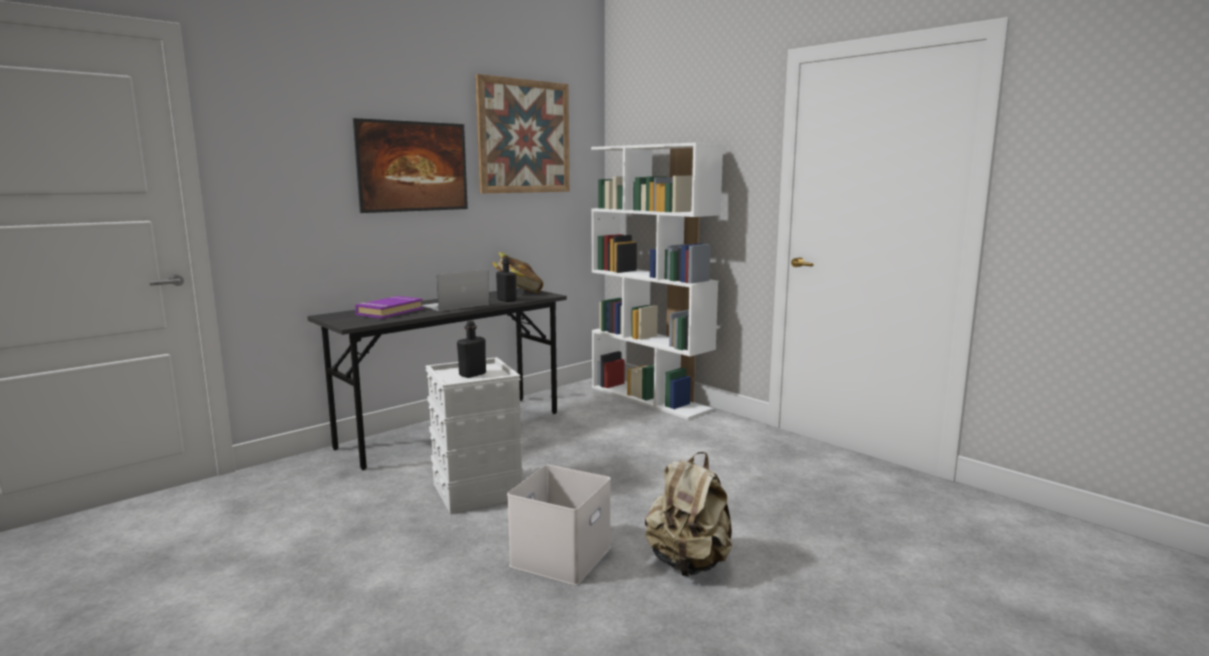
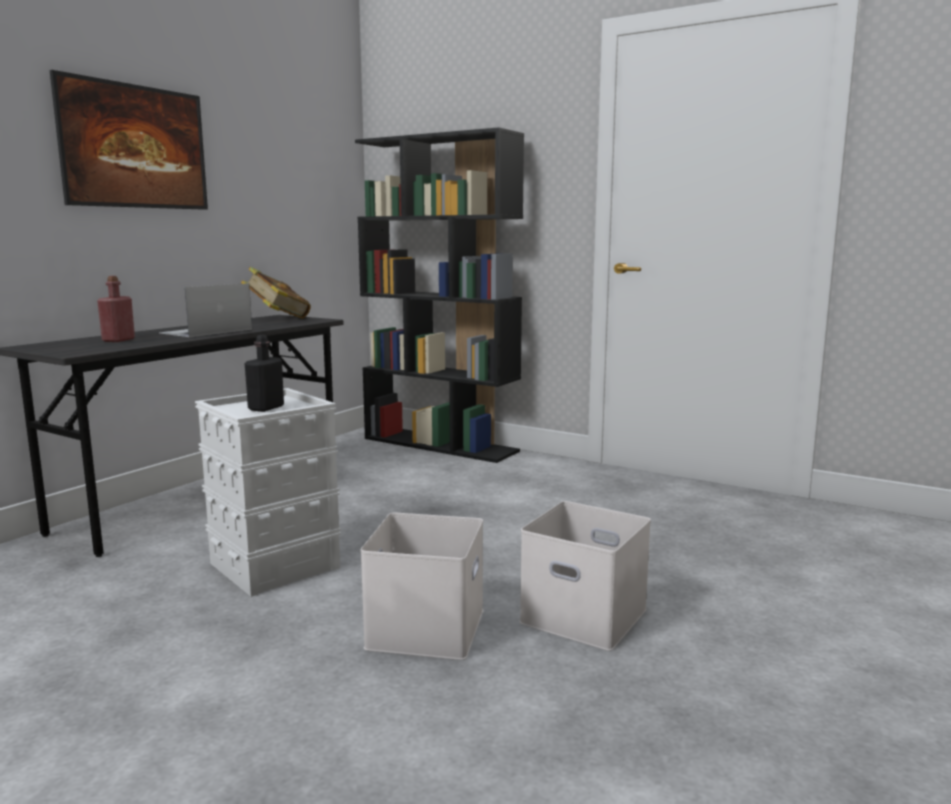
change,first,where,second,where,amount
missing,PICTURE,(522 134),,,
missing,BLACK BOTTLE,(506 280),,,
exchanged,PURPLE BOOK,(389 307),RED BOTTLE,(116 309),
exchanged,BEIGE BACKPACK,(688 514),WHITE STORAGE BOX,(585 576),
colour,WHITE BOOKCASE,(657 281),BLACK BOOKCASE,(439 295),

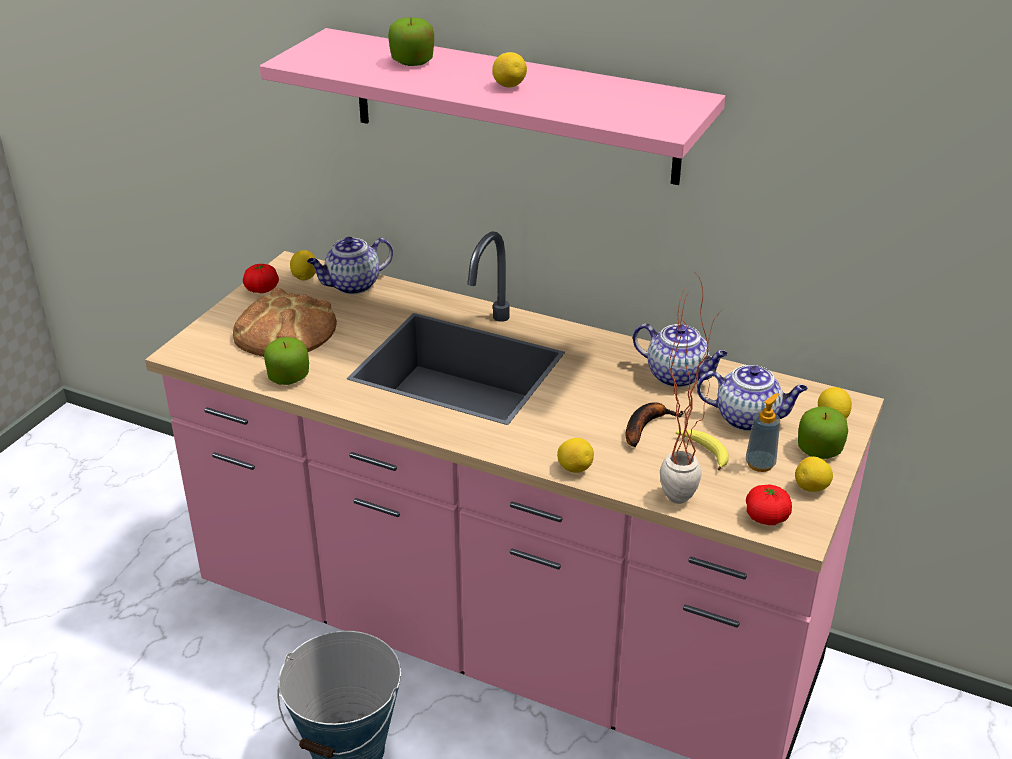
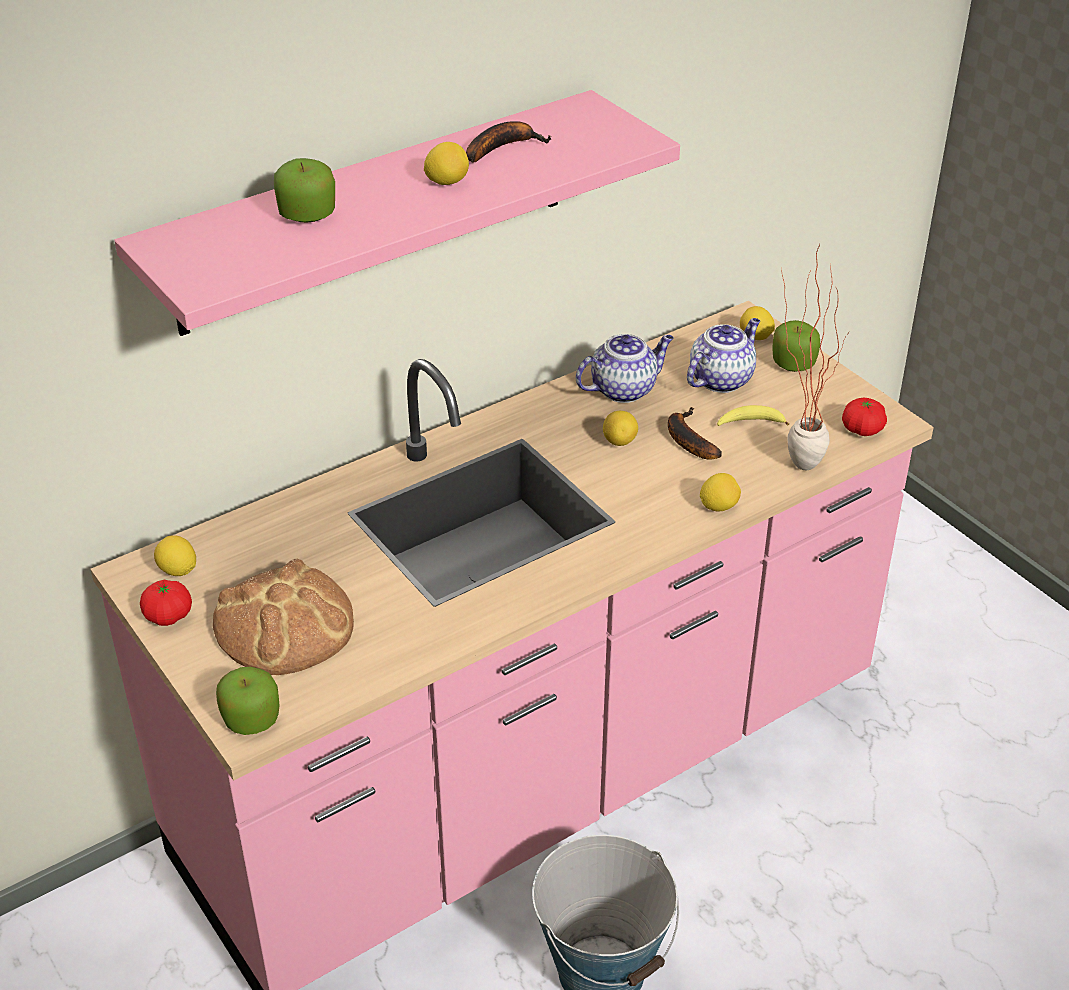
change,first,where,second,where,amount
missing,TEAPOT,(350 265),,,
missing,SOAP DISPENSER,(763 432),,,
appeared,,,BANANA,(508 142),
relocated,APPLE,(286 361),,(247 701),
relocated,LEMON,(814 474),,(620 428),

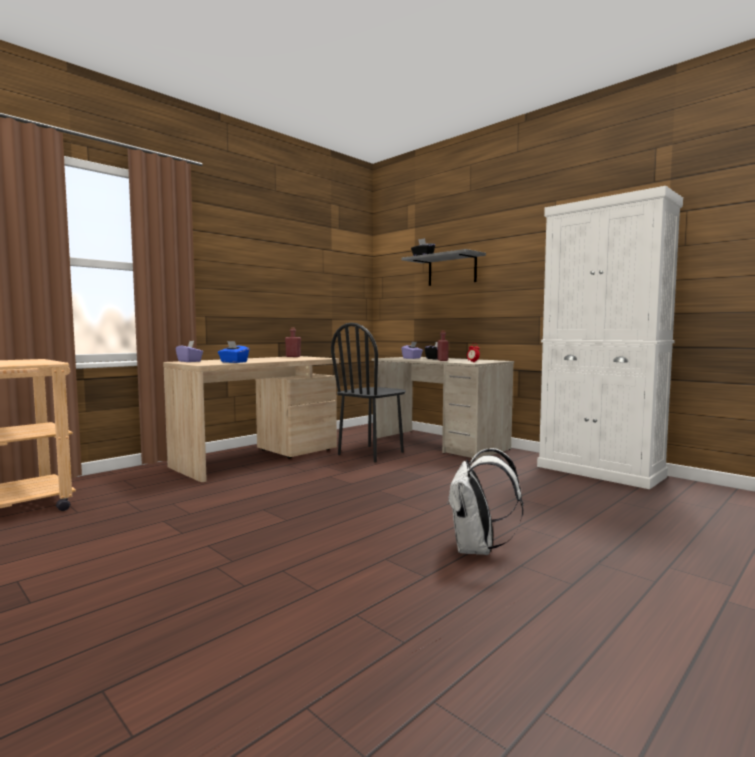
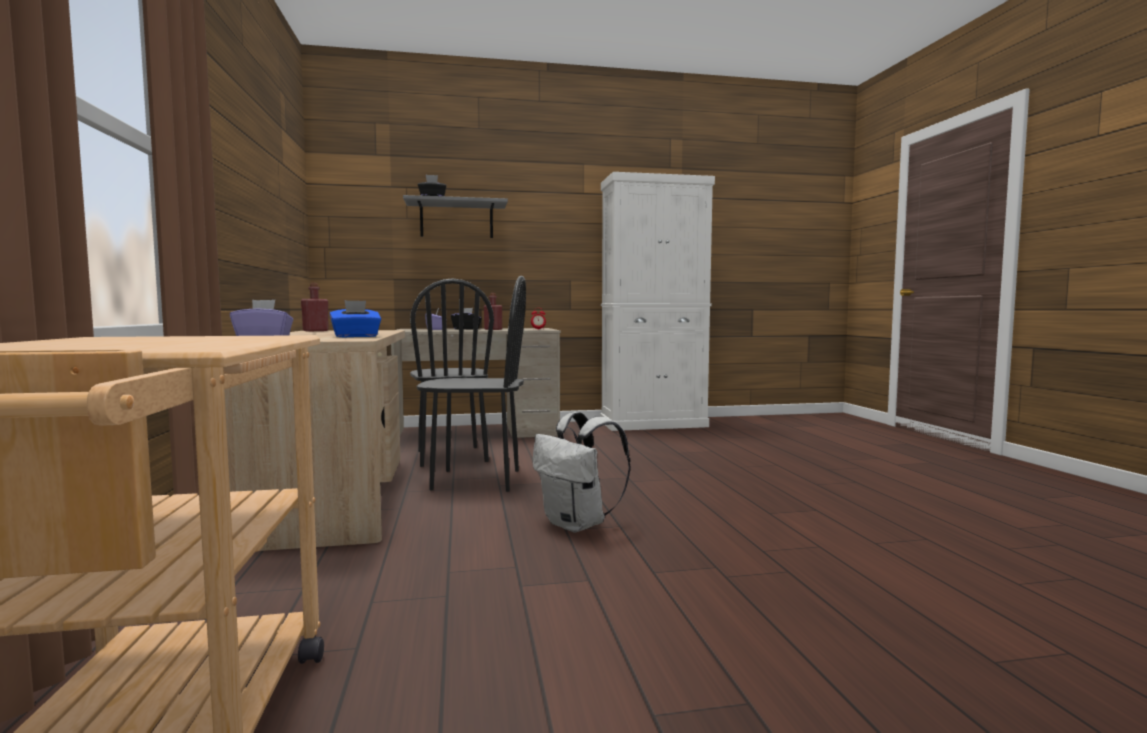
change,first,where,second,where,amount
appeared,,,BLACK CHAIR,(471 384),
relocated,WHITE BACKPACK,(485 501),,(581 472),

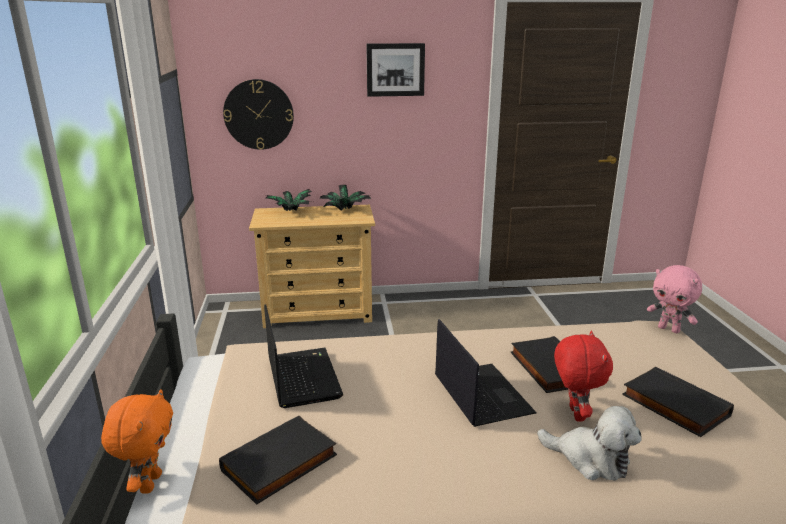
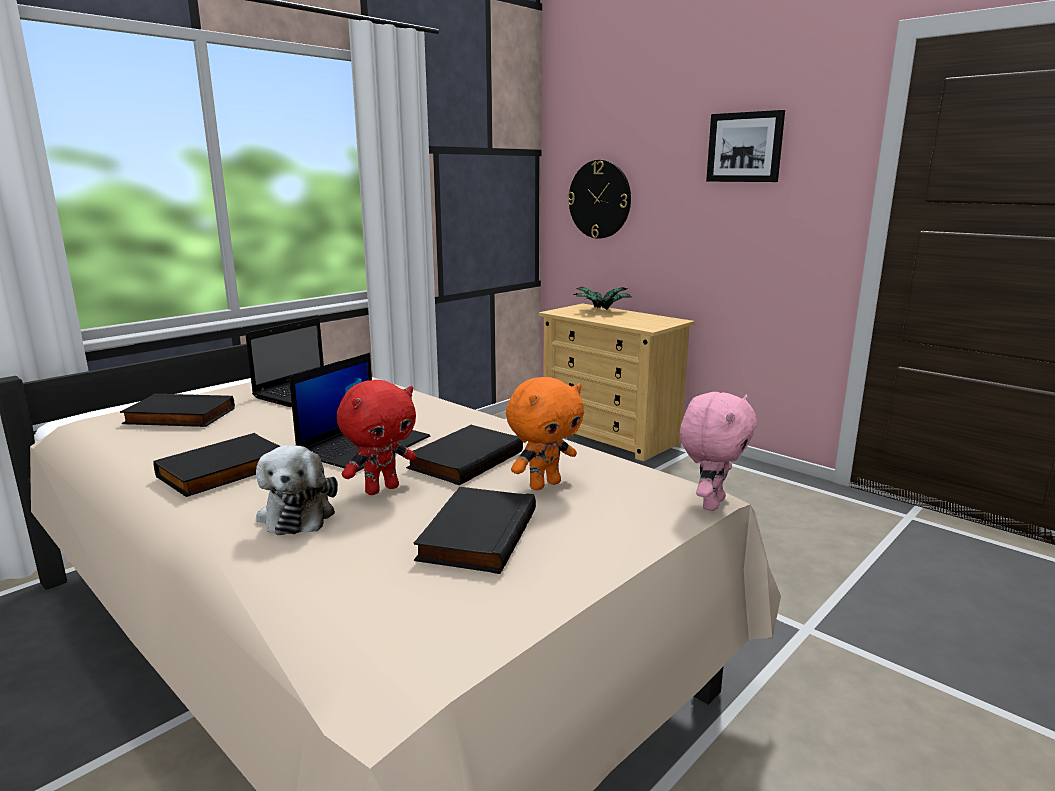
change,first,where,second,where,amount
missing,POTTED PLANT,(345 198),,,
appeared,,,BLACK BOOK,(216 465),
relocated,ORANGE PLUSH TOY,(137 441),,(545 433),
spun,PINK PLUSH TOY,(674 299),,(718 451),150 degrees counterclockwise

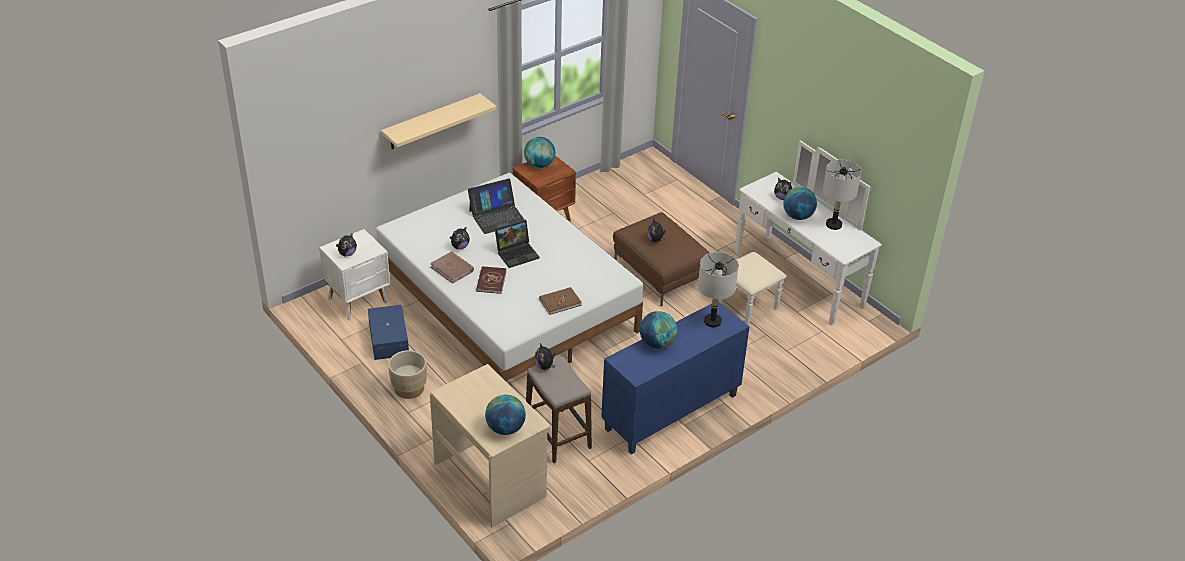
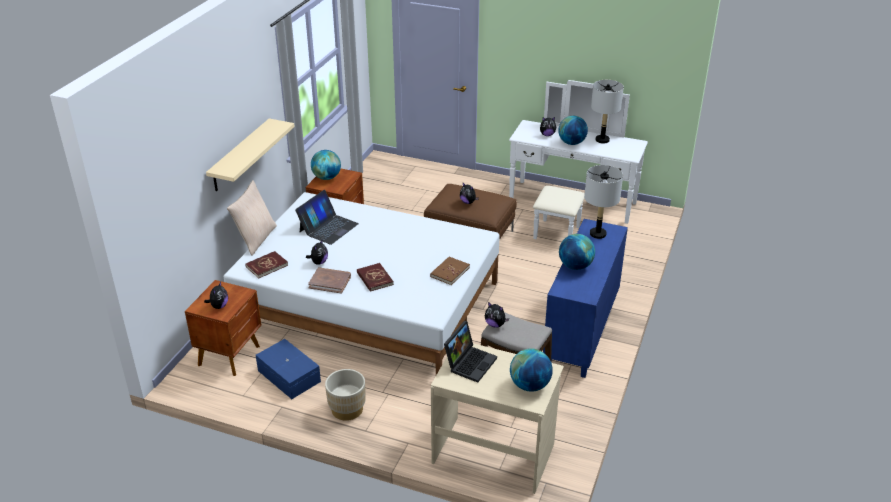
change,first,where,second,where,amount
appeared,,,BEIGE PILLOW,(252 218),
appeared,,,RED BOOK,(266 264),
relocated,LAPTOP,(517 244),,(470 352),
colour,WHITE NIGHTSTAND,(354 274),BROWN NIGHTSTAND,(223 328),

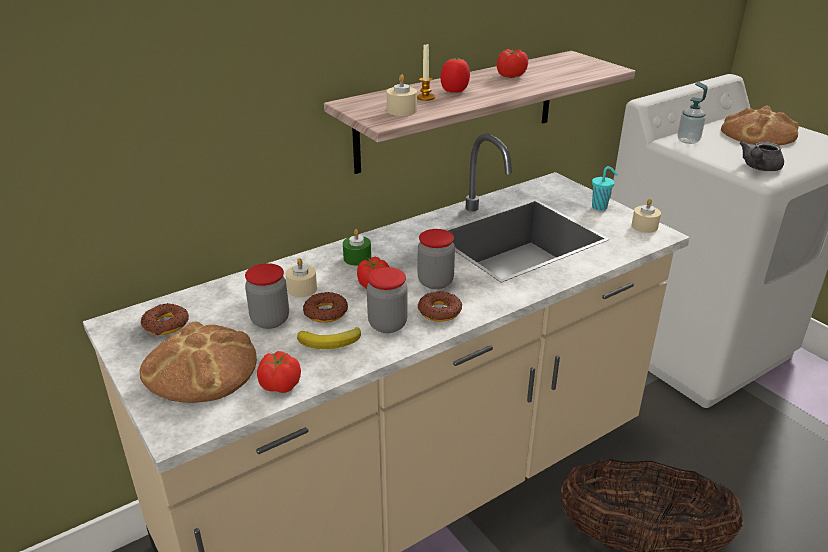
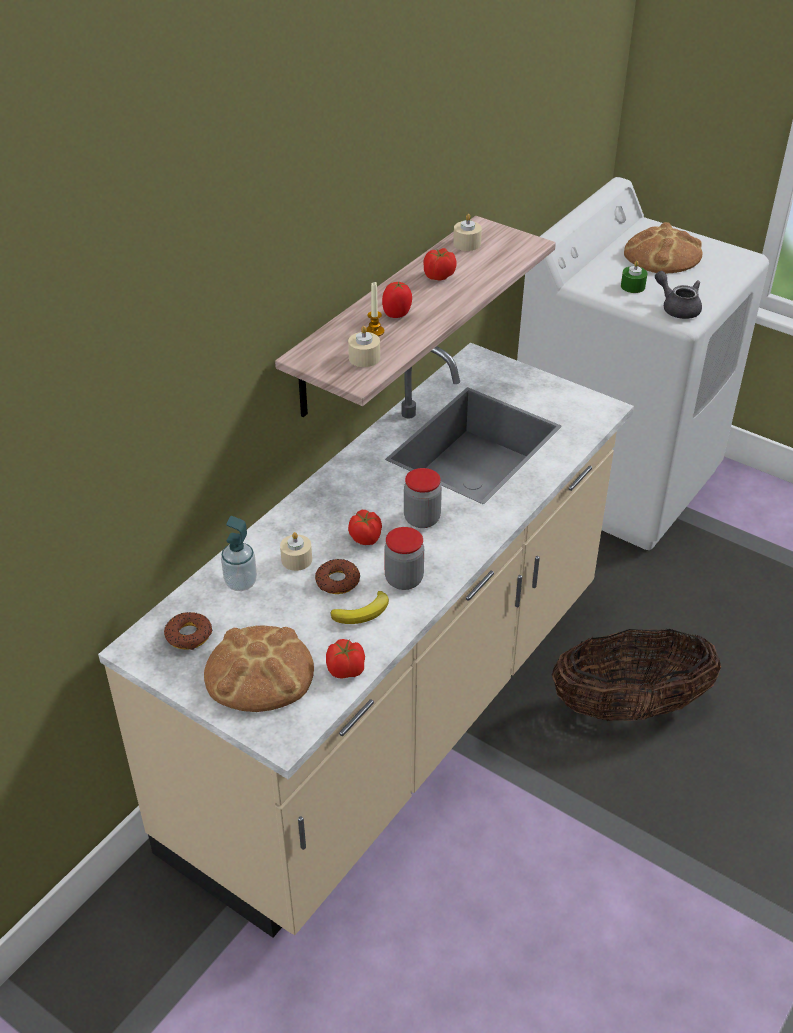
change,first,where,second,where,amount
missing,JAR,(267 296),,,
missing,DONUT,(440 306),,,
missing,TURQUOISE CUP,(605 188),,,
relocated,GREEN CANDLE,(357 247),,(634 277),
relocated,BEIGE CANDLE,(646 216),,(467 232),
relocated,SOAP DISPENSER,(692 112),,(239 553),
spun,GREY TEAPOT,(762 156),,(678 295),120 degrees clockwise

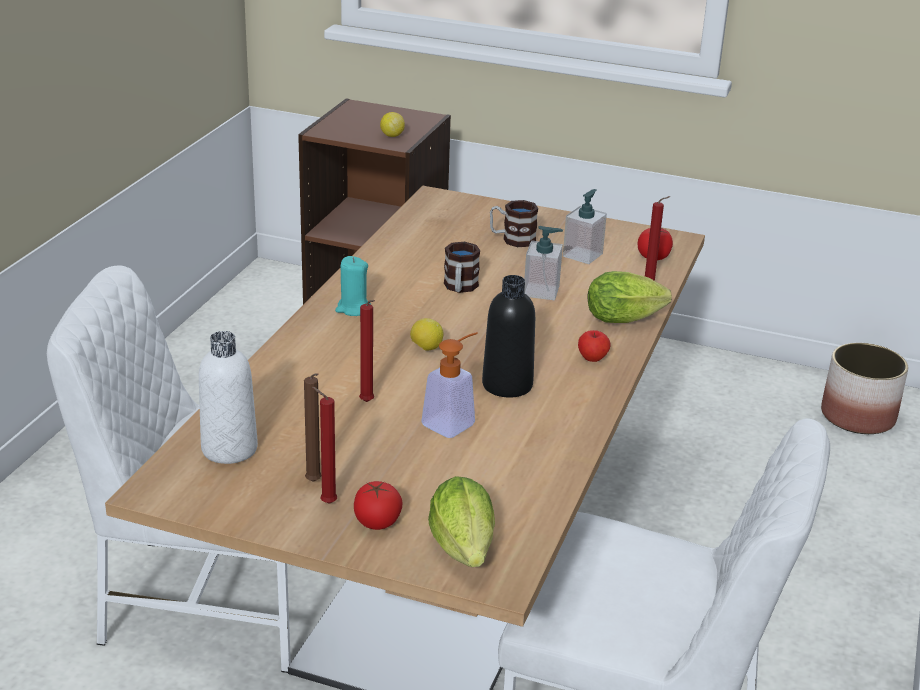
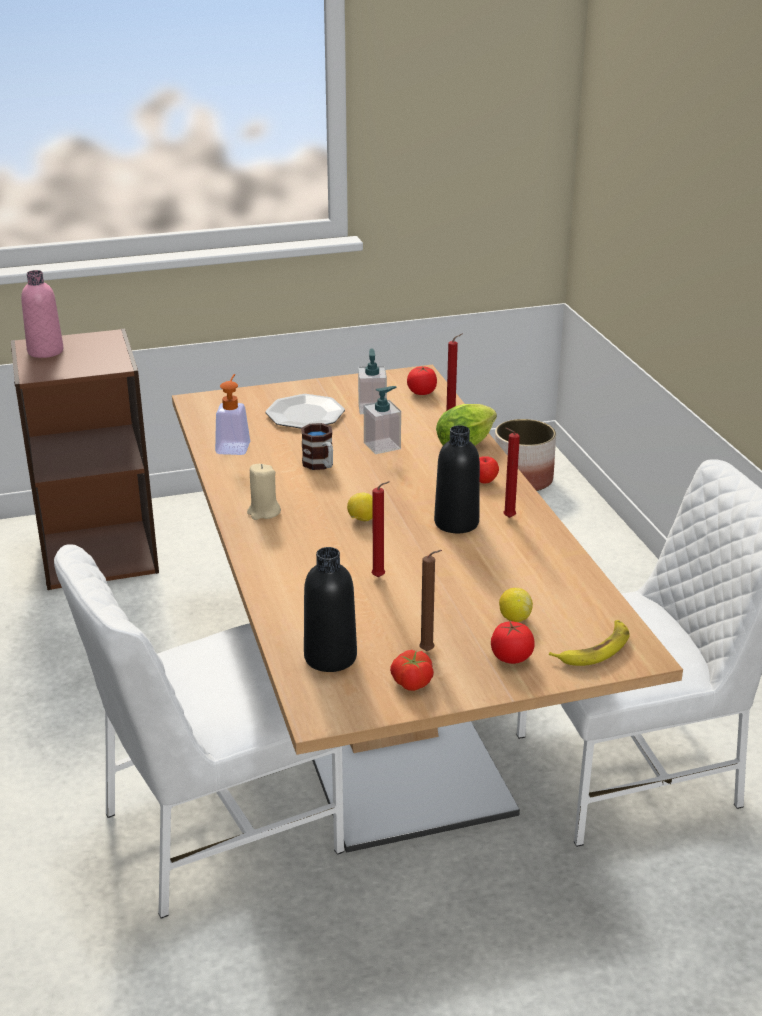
change,first,where,second,where,amount
appeared,,,PINK BOTTLE,(42 314),
appeared,,,TOMATO,(412 670),
relocated,RED CANDLE,(324 445),,(511 473),
relocated,LEMON,(392 124),,(516 605),
relocated,SOAP DISPENSER,(449 385),,(232 414),
exchanged,LETTUCE,(461 521),BANANA,(589 643),
exchanged,MUG,(514 223),PLATE,(305 411),
colour,WHITE BOTTLE,(228 397),BLACK BOTTLE,(330 609),
colour,TURQUOISE CANDLE,(353 286),BEIGE CANDLE,(264 492),

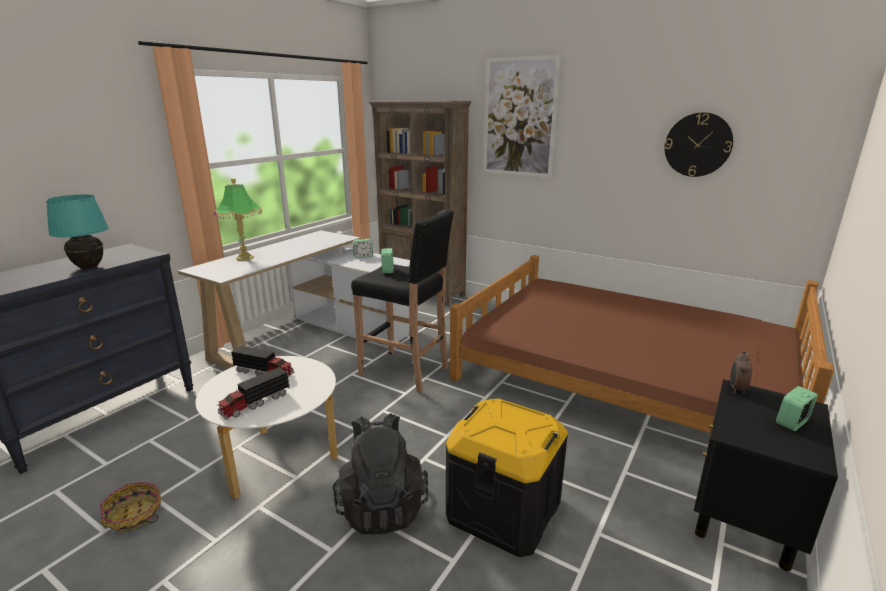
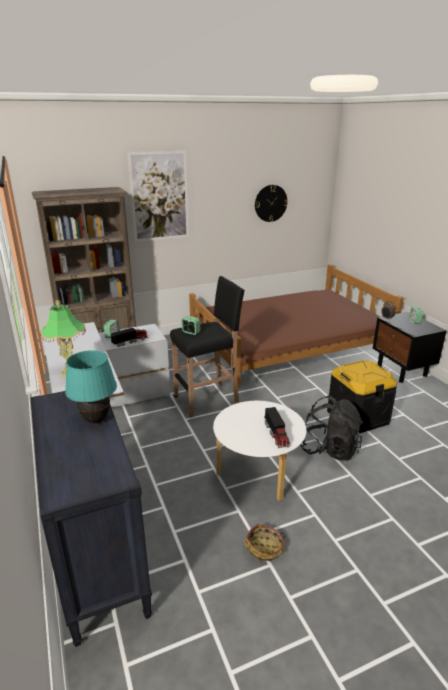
change,first,where,second,where,amount
relocated,TOY TRUCK,(262 361),,(129 337),

